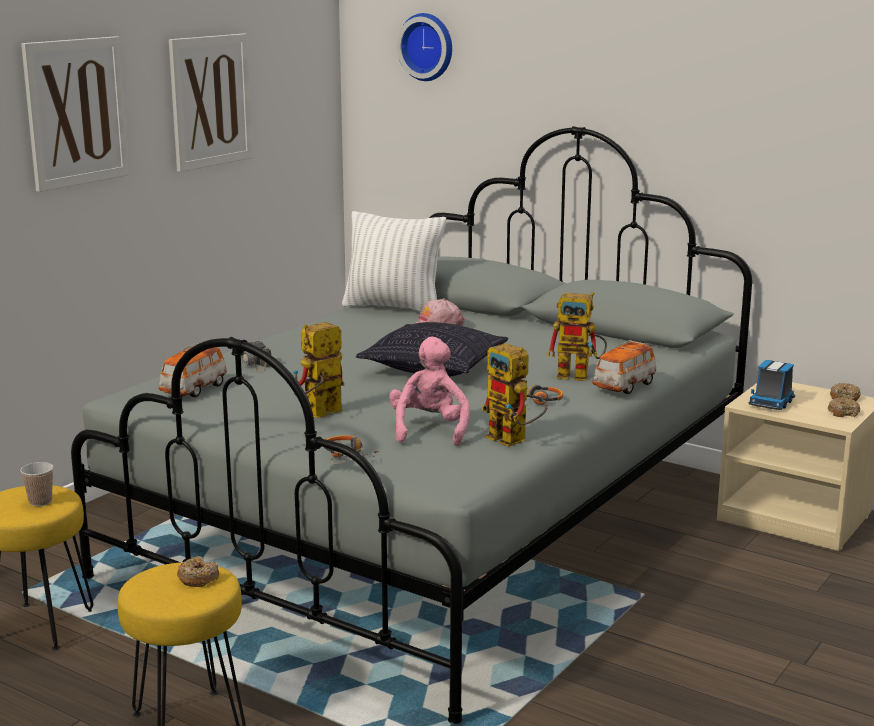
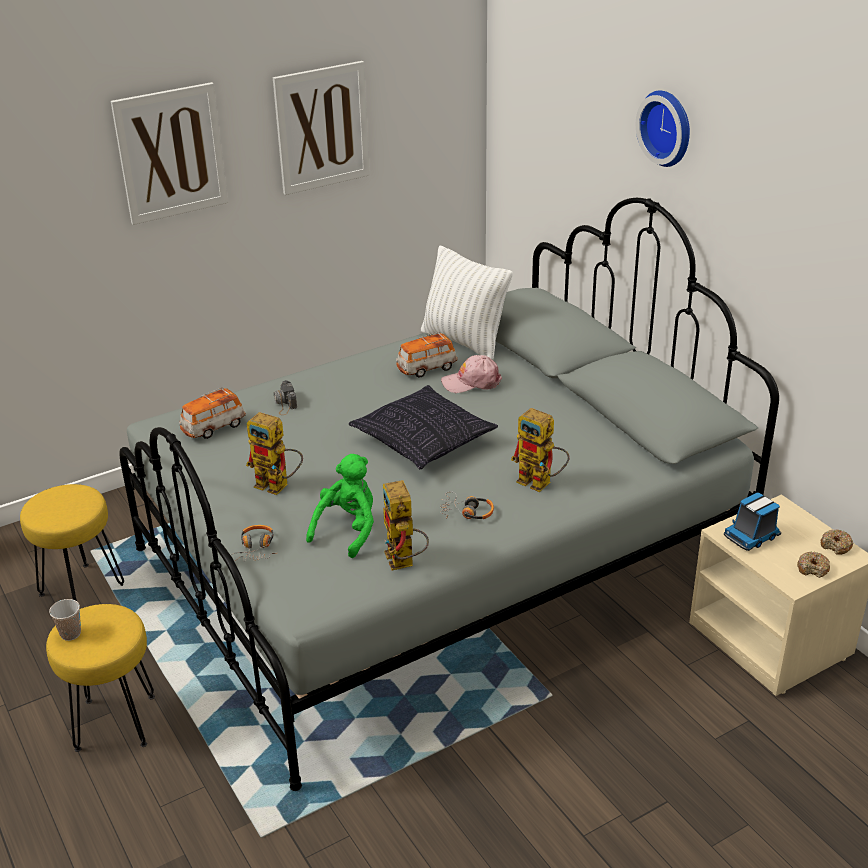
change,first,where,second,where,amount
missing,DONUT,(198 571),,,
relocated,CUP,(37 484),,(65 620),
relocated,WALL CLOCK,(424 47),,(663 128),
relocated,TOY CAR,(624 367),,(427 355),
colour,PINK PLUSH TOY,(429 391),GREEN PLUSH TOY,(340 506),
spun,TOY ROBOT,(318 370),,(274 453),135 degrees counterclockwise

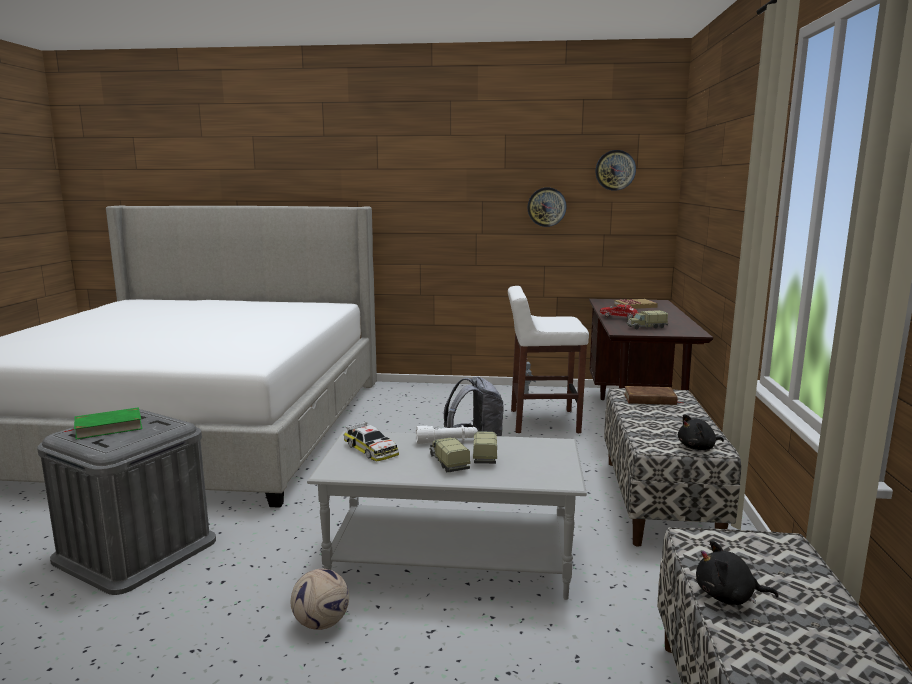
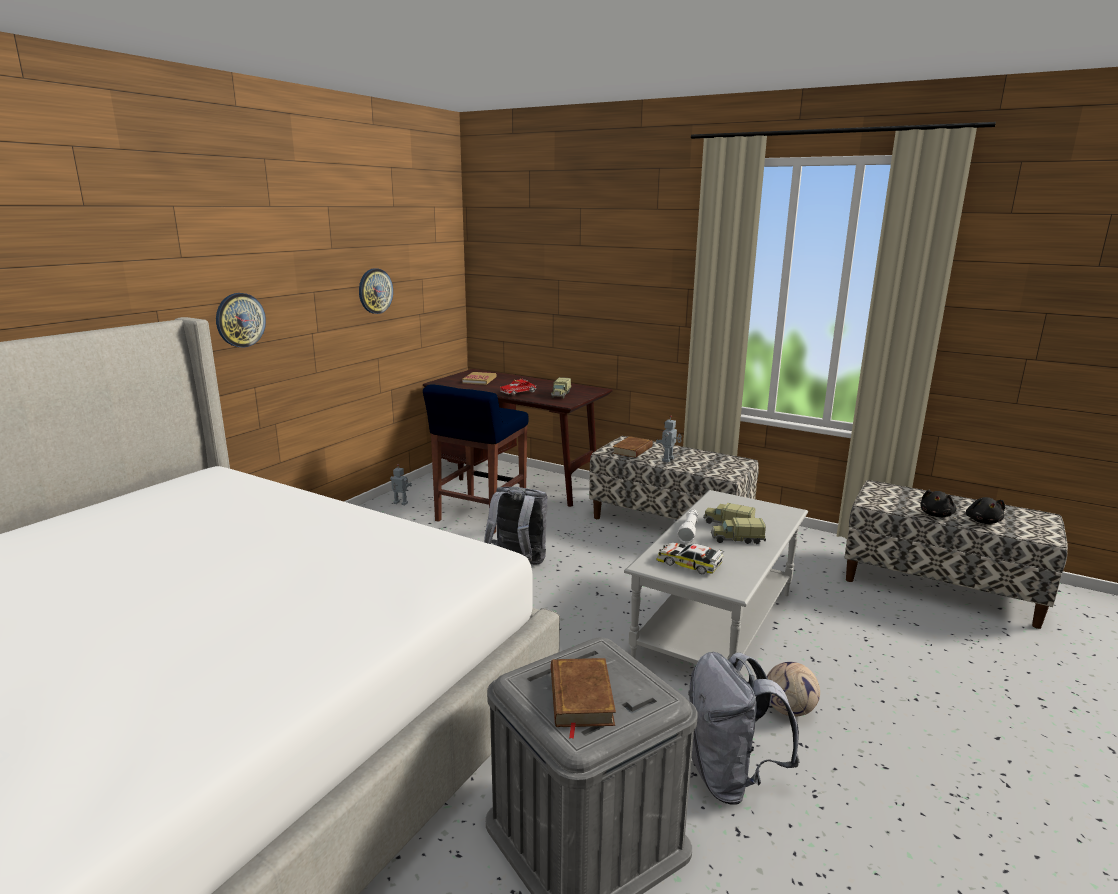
change,first,where,second,where,amount
appeared,,,TOY ROBOT,(669 439),
appeared,,,GREY BACKPACK,(743 728),
relocated,WALL CLOCK,(615 170),,(241 320),
relocated,BLACK PLUSH TOY,(701 432),,(985 510),
colour,GREEN BOOK,(103 423),BROWN BOOK,(583 698),
colour,WHITE STOOL,(548 360),BLUE STOOL,(475 458),
spun,TOY CAR,(371 441),,(690 558),135 degrees counterclockwise

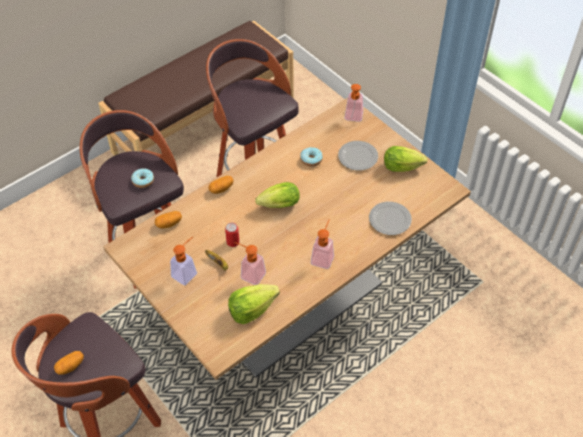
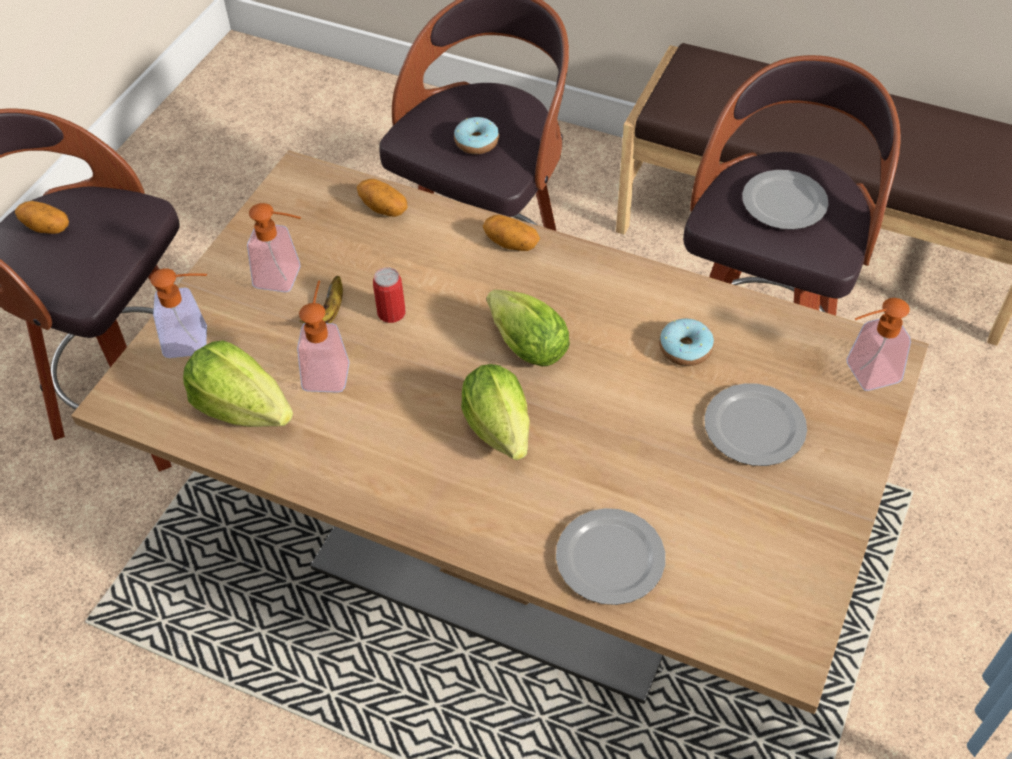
change,first,where,second,where,amount
appeared,,,PLATE,(785 200),
relocated,SOAP DISPENSER,(322 244),,(178 313),
relocated,LETTUCE,(406 159),,(495 412),

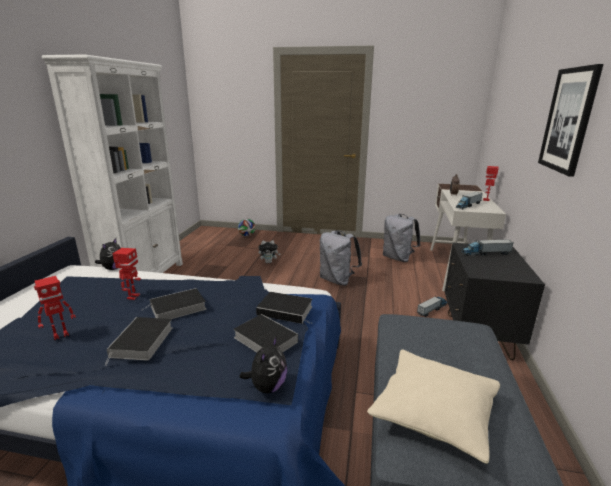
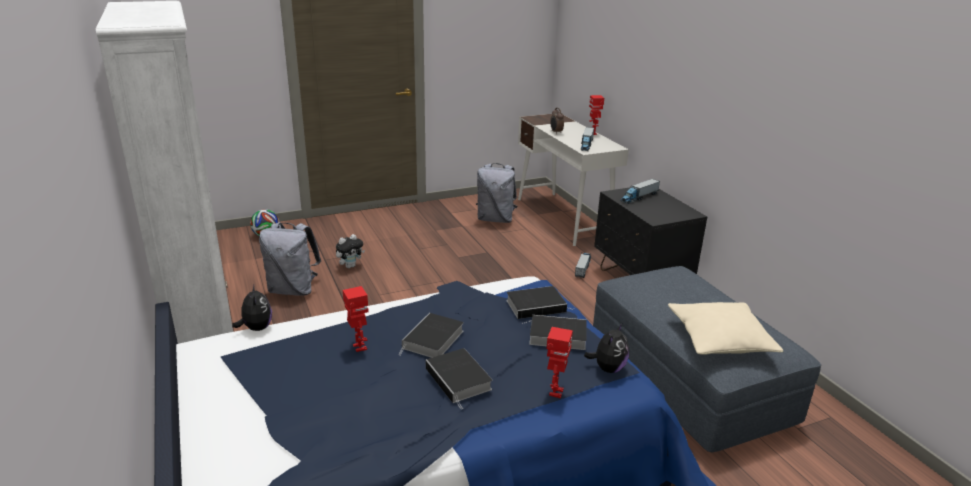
change,first,where,second,where,amount
missing,PICTURE,(570 120),,,
relocated,TOY ROBOT,(55 308),,(560 363),
relocated,GREY BACKPACK,(341 258),,(290 259),
spun,PLUSH TOY,(263 364),,(606 348),45 degrees clockwise

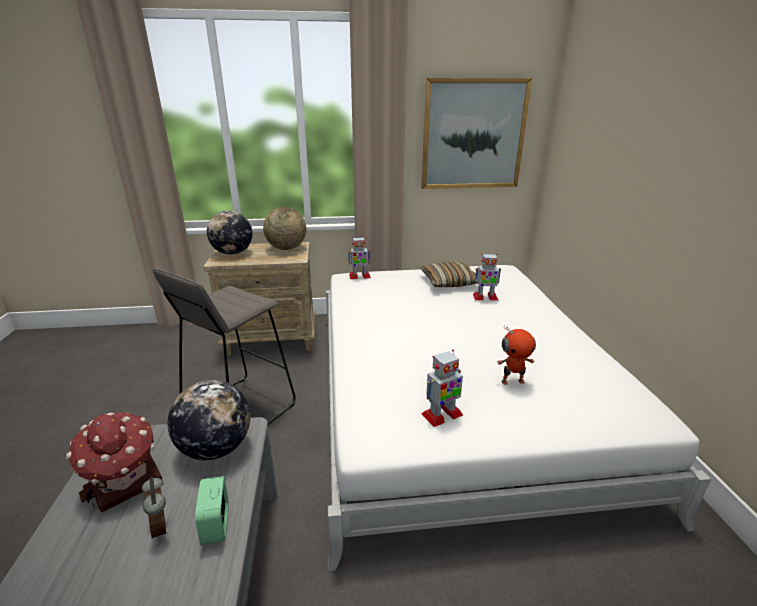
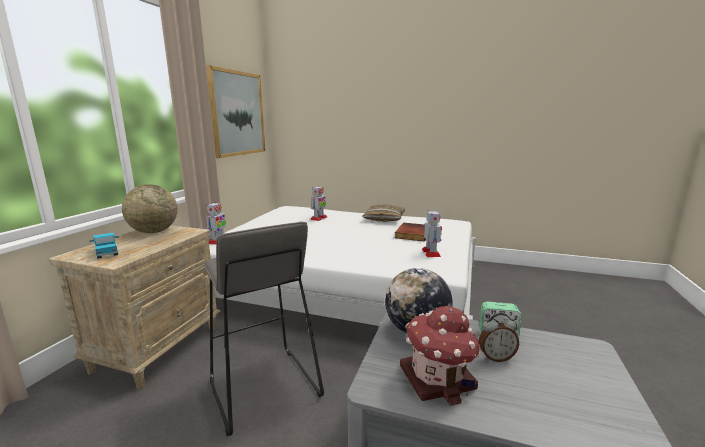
change,first,where,second,where,amount
relocated,PILLOW,(449 274),,(383 213),
exchanged,GLOBE,(229 233),TOY TRUCK,(104 246),
exchanged,TOY ROBOT,(516 355),BOOK,(410 232),

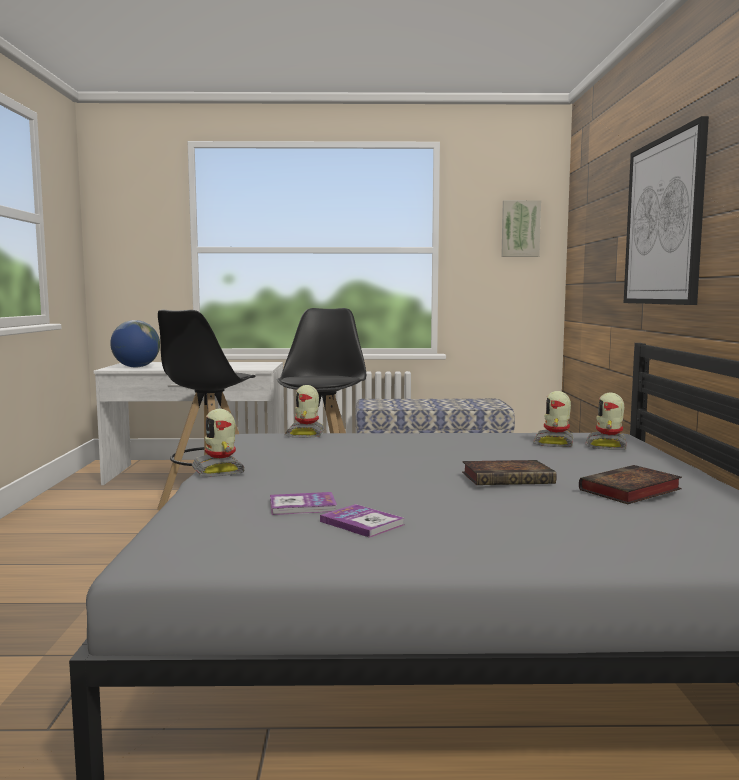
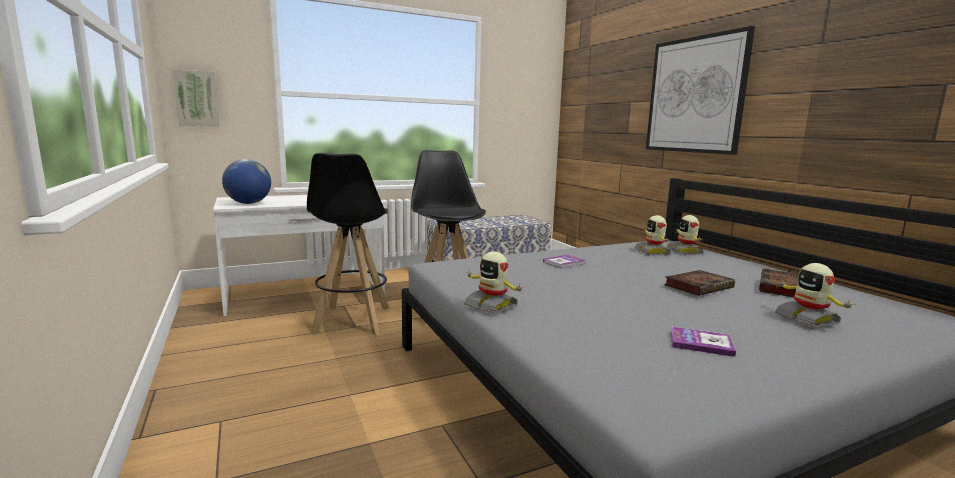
change,first,where,second,where,amount
relocated,BOOK,(303 503),,(564 261),
relocated,TOY ROBOT,(304 411),,(815 295),
relocated,PICTURE,(521 228),,(196 98),

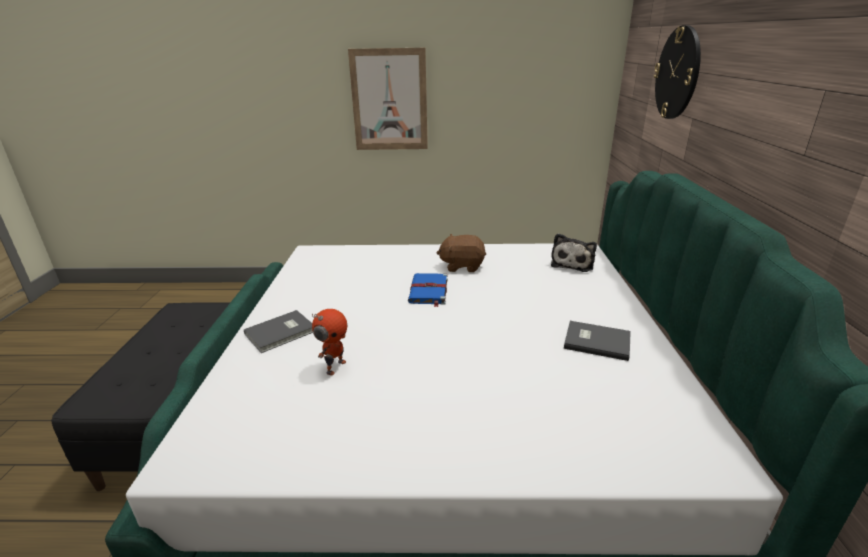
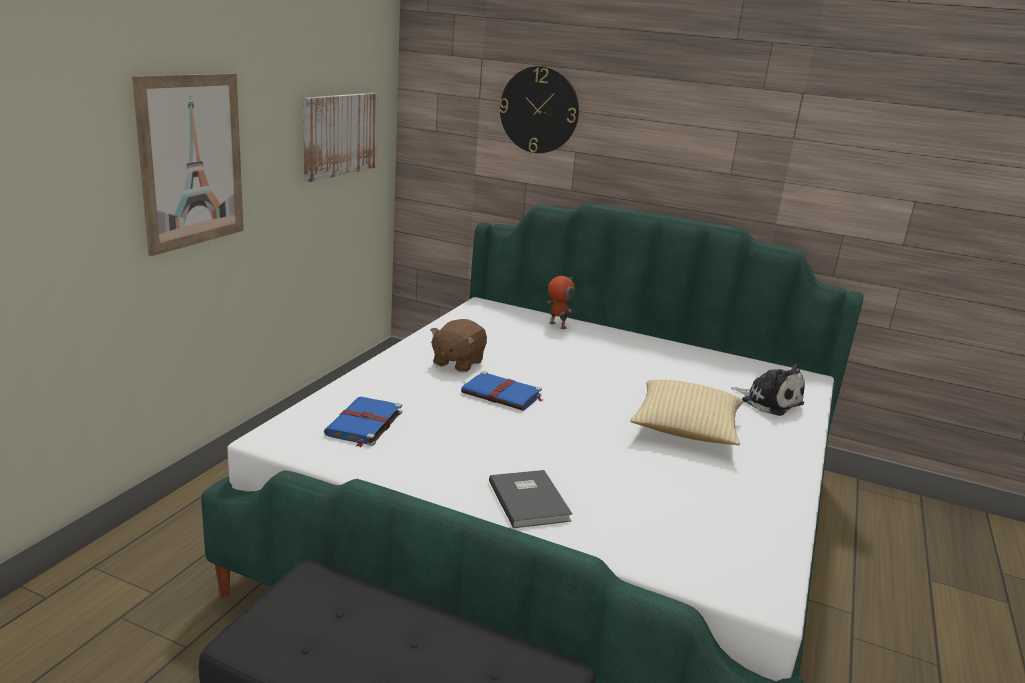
change,first,where,second,where,amount
missing,GREY BOOK,(597 341),,,
appeared,,,PICTURE,(340 137),
appeared,,,BLUE BOOK,(363 422),
appeared,,,PILLOW,(686 412),
relocated,TOY ROBOT,(329 342),,(561 302),
relocated,PLUSH TOY,(574 252),,(768 390),

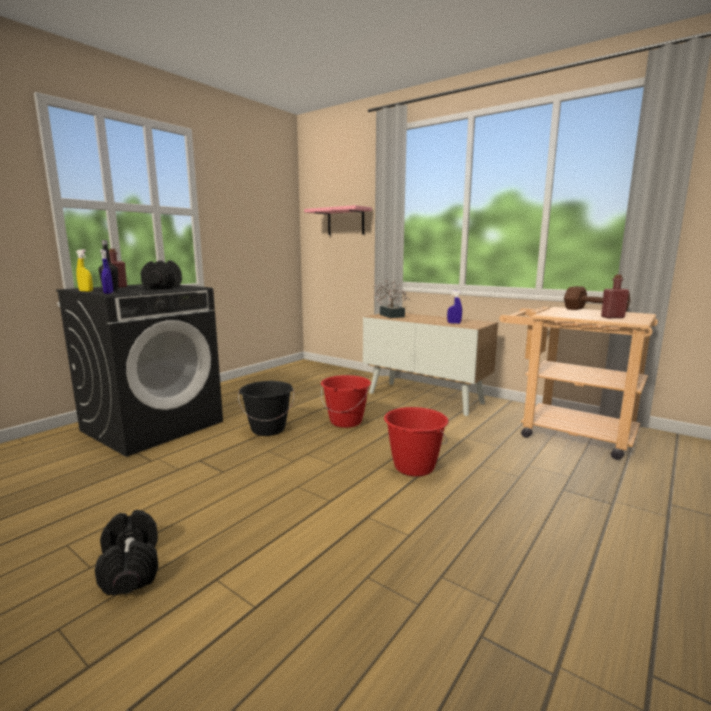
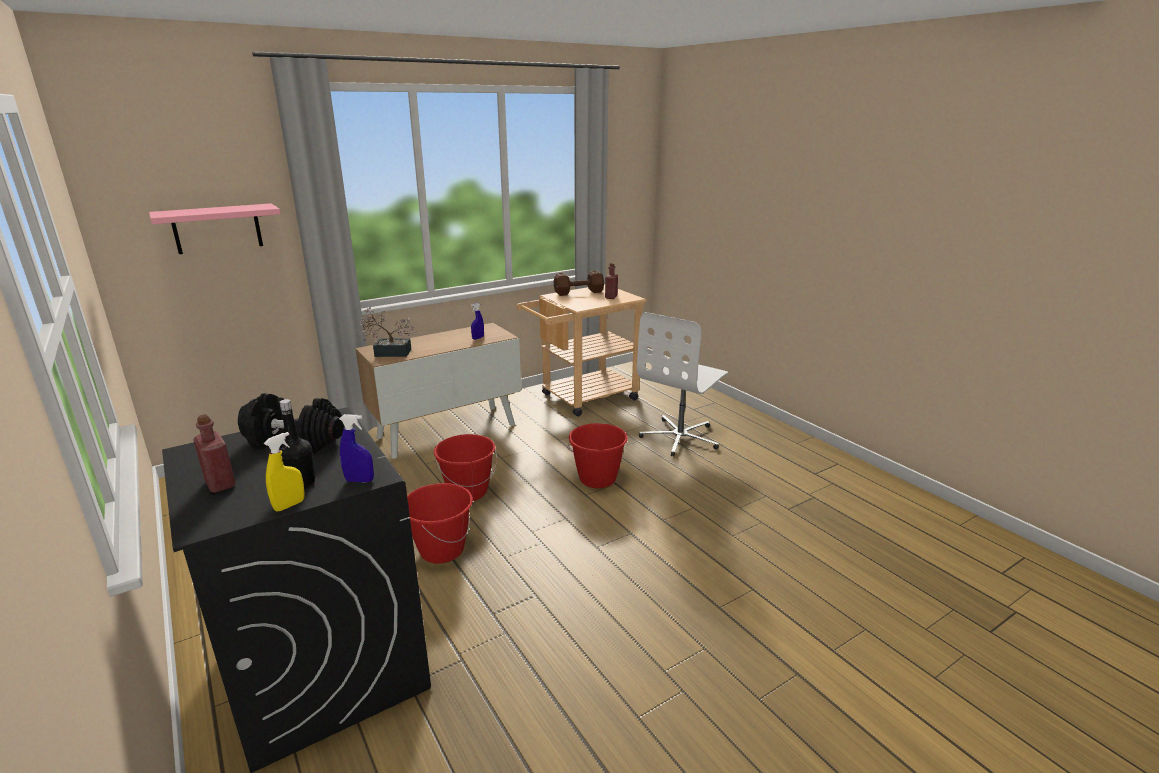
change,first,where,second,where,amount
missing,BLACK DUMBBELL,(126 552),,,
appeared,,,WHITE OFFICE CHAIR,(682 384),
colour,BLACK BUCKET,(266 408),RED BUCKET,(440 523),

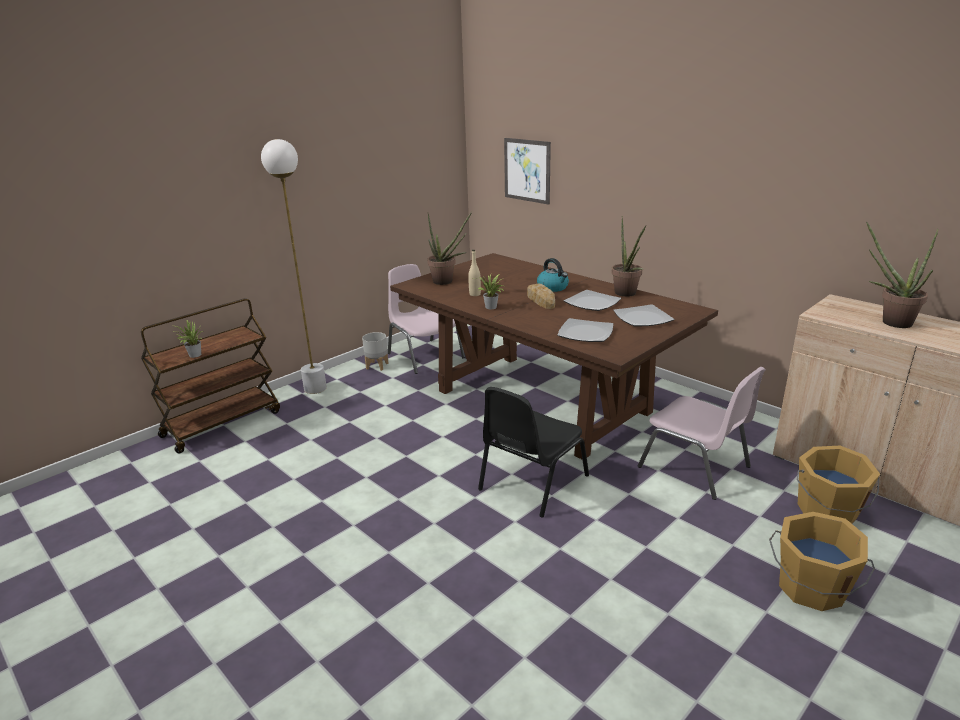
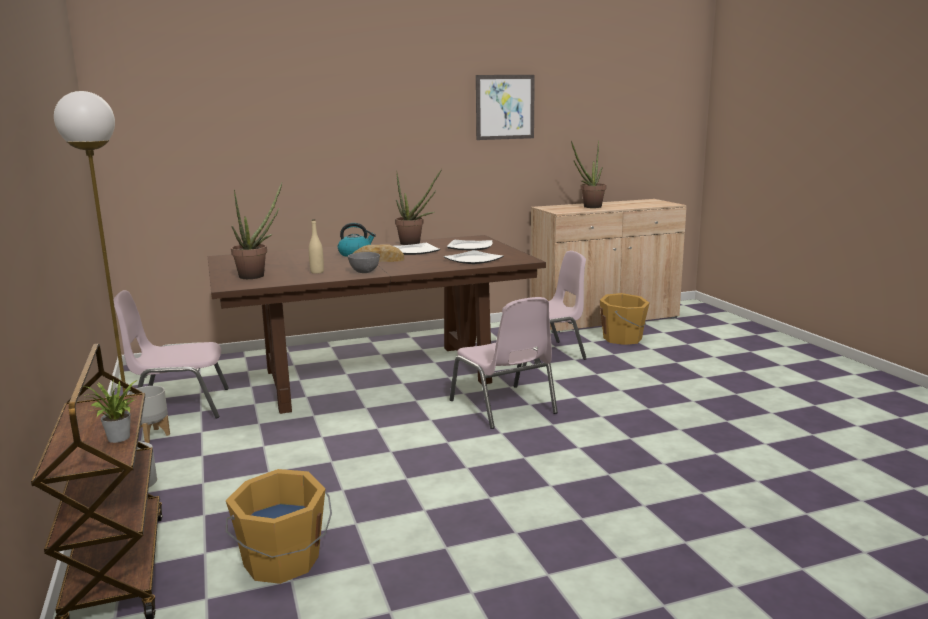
change,first,where,second,where,amount
relocated,PICTURE,(527 171),,(505 107),
relocated,ORANGE BUCKET,(822 561),,(279 526),
exchanged,POTTED PLANT,(489 291),GREY BOWL,(364 262),
colour,BLACK CHAIR,(533 452),PINK CHAIR,(504 363),

